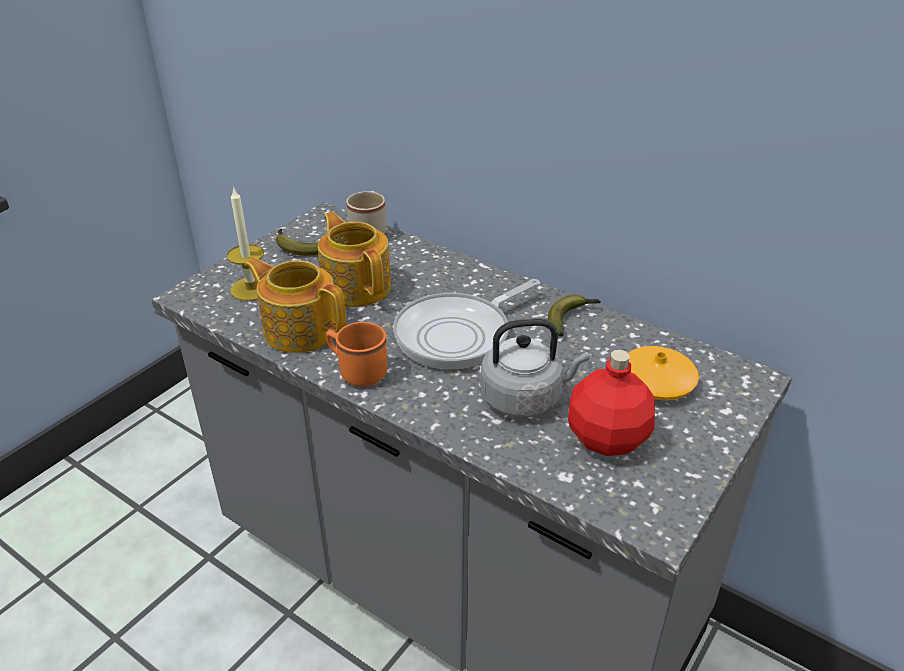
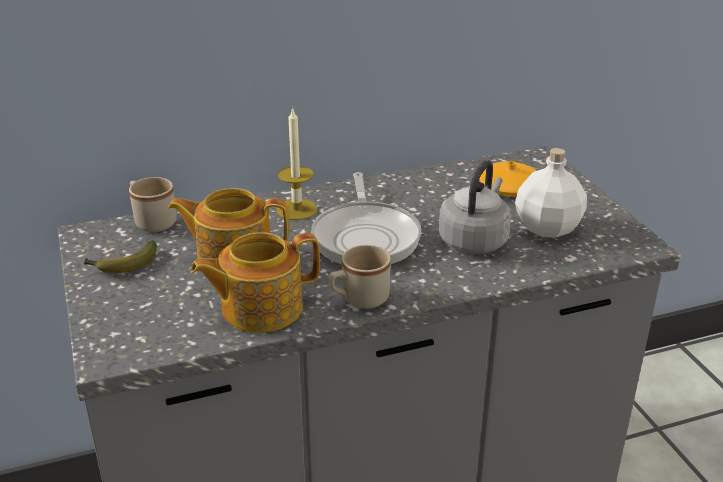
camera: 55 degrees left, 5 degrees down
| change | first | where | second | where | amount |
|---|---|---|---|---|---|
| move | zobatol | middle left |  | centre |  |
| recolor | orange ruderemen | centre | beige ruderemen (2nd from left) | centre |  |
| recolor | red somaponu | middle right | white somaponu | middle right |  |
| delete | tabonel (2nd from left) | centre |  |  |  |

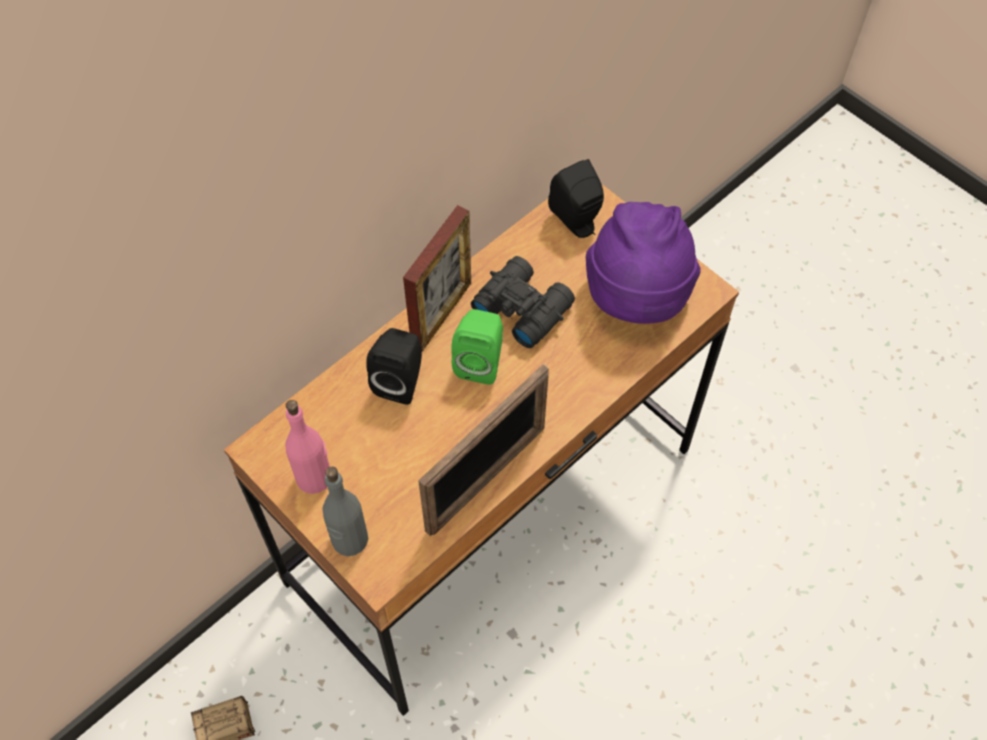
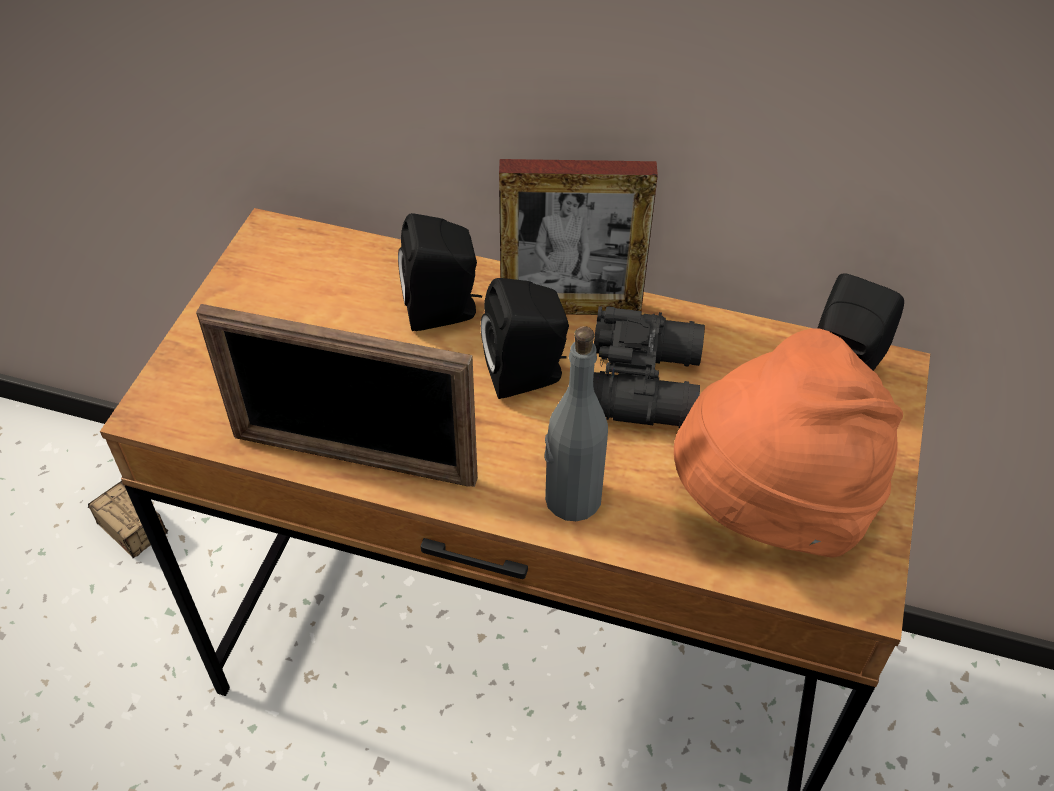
camera: 60 degrees right, 10 degrees down
| change | first | where | second | where | amount |
|---|---|---|---|---|---|
| recolor | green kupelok | centre | black kupelok (2nd from left) | centre |  |
| move | grey somaponu | bottom centre |  | centre |  |
| recolor | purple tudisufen | centre | orange tudisufen | middle right |  |
| delete | pink somaponu | middle left |  |  |  |

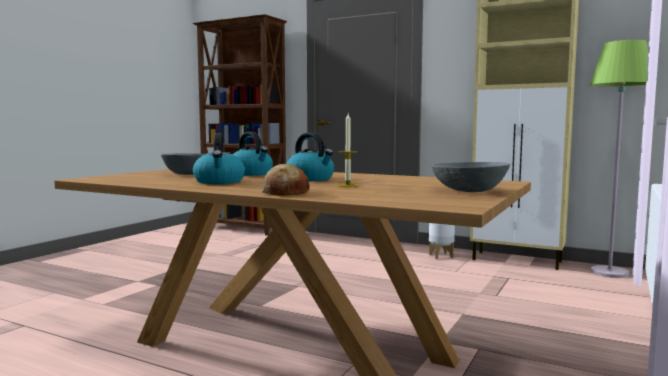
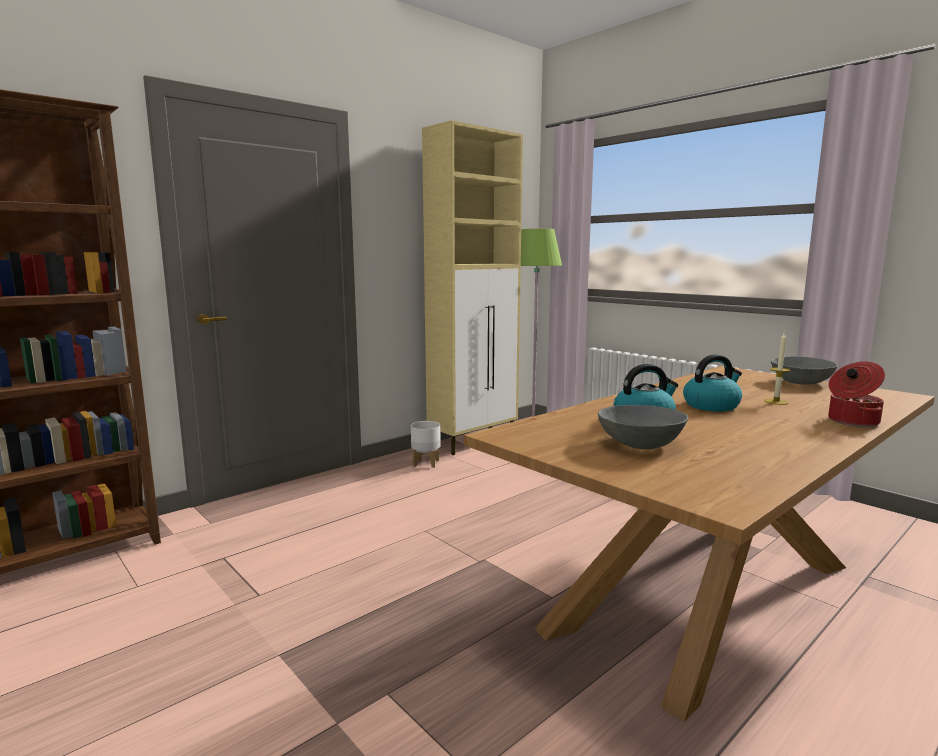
camera: 70 degrees left, 5 degrees up
| change | first | where | second | where | amount |
|---|---|---|---|---|---|
| replace | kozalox | centre | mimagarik | middle right |  |
| delete | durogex (1st from left) | middle left |  |  |  |

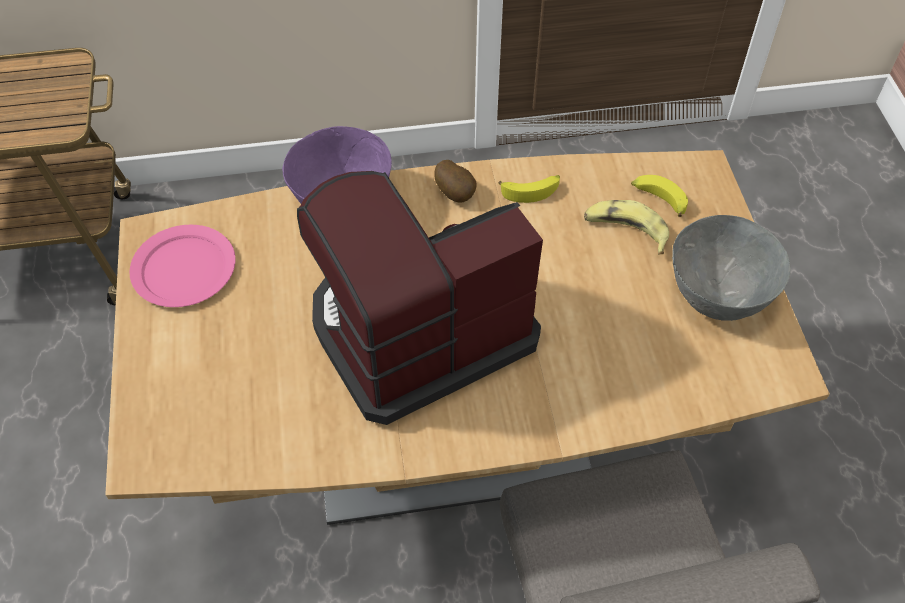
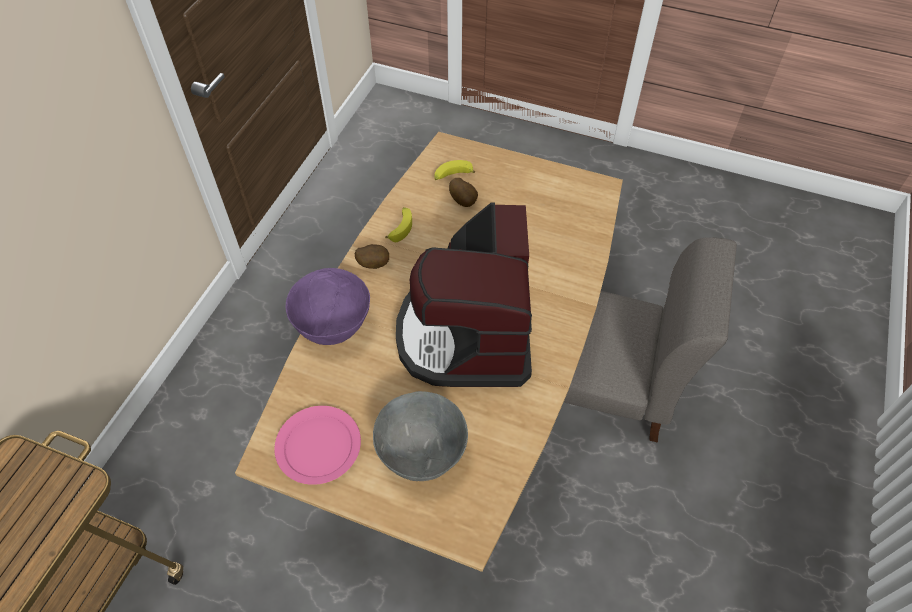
camera: 60 degrees left, 0 degrees up
| change | first | where | second | where | amount |
|---|---|---|---|---|---|
| move | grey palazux | middle right |  | bottom centre |  |
| replace | tabonel (2nd from left) | middle right | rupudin (2nd from left) | top centre |  |

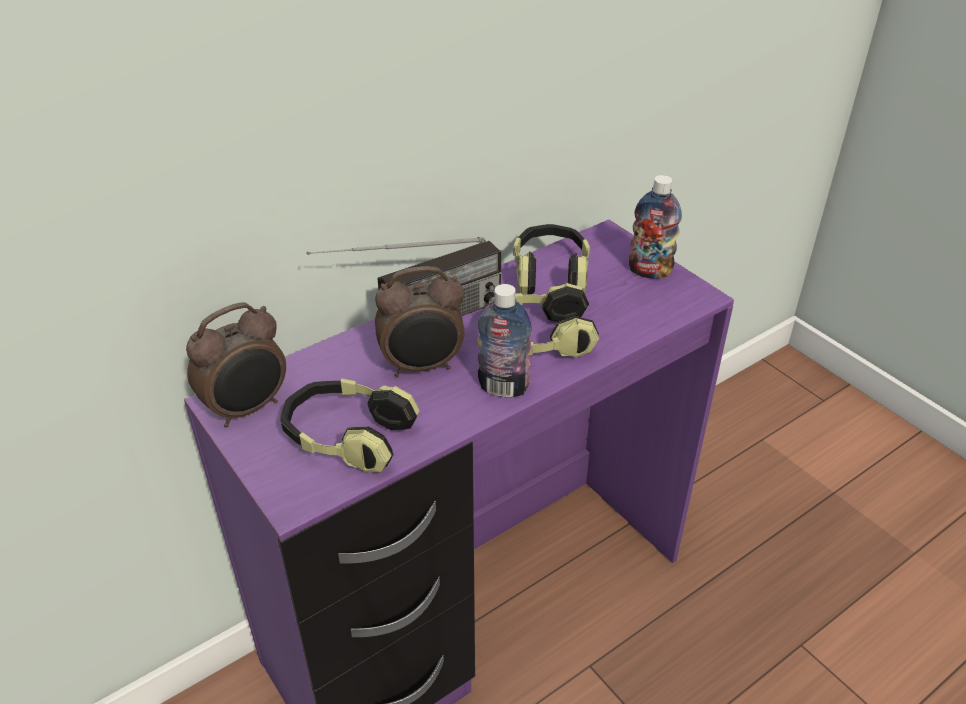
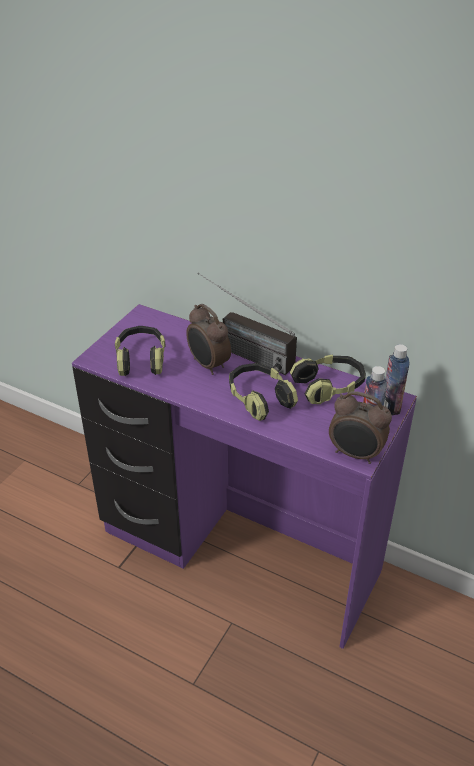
camera: 65 degrees right, 0 degrees up
| change | first | where | second | where | amount |
|---|---|---|---|---|---|
| move | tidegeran (1st from left in the first image) | middle left | tidegeran (2nd from left) | middle right |  |
| move | somaponu (1st from left in the first image) | centre | somaponu (2nd from left) | middle right |  |

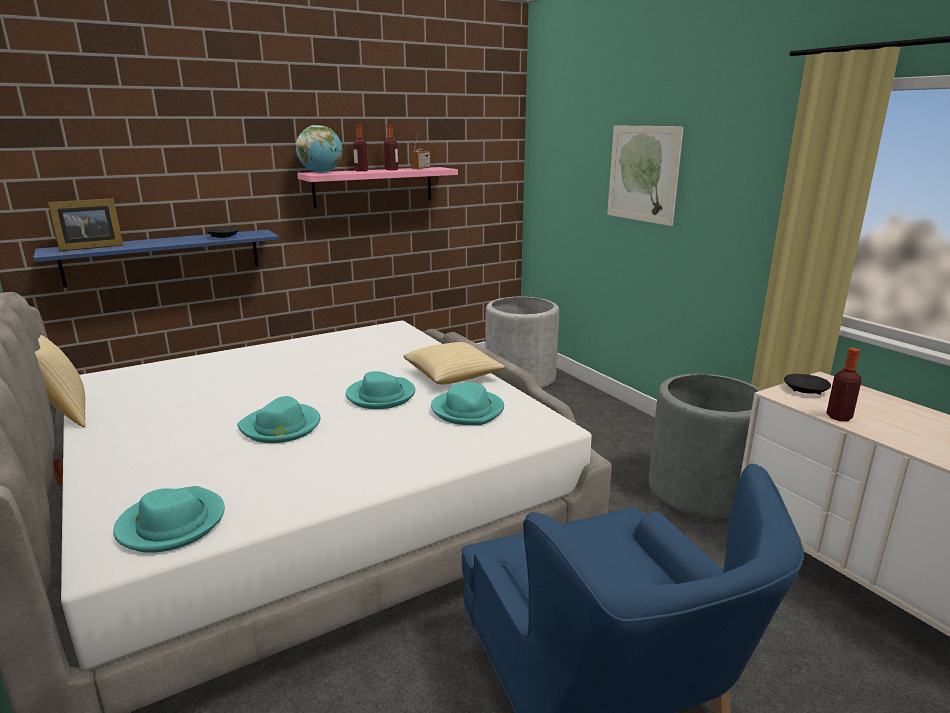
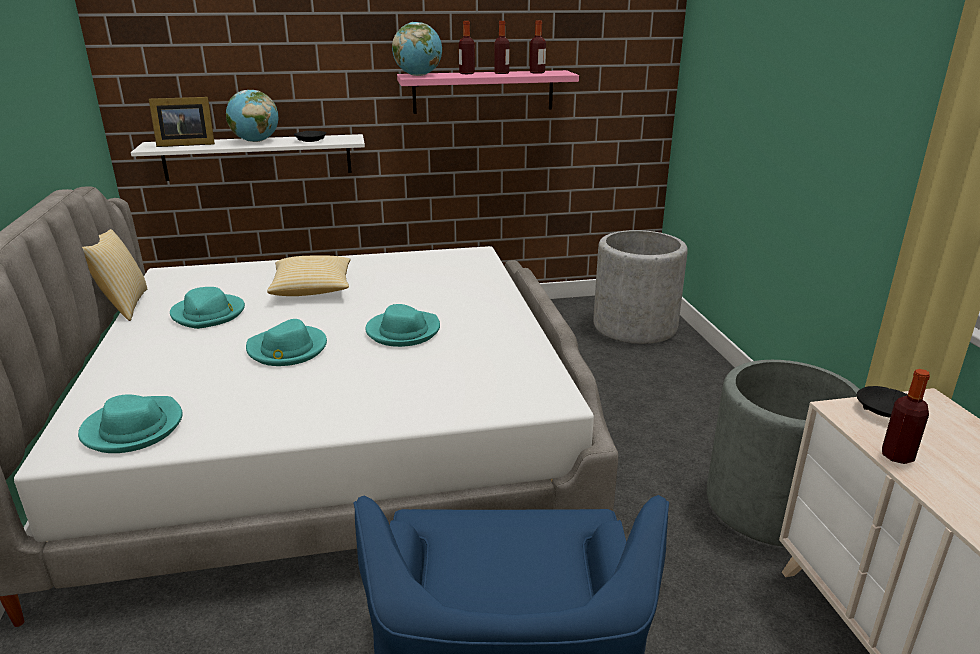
camera: 20 degrees right, 5 degrees up
| change | first | where | second | where | amount |
|---|---|---|---|---|---|
| recolor | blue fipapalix | middle left | white fipapalix | top left |  |
| move | turquoise tudisufen (4th from left in the first image) | centre | turquoise tudisufen (2nd from left) | middle left |  |
| insert |  |  | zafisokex (1st from left) | top left |  |
| move | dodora (2nd from left) | centre |  | middle left |  |
| replace | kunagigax | top centre | somaponu (3rd from left) | top centre |  |
| delete | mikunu | top right |  |  |  |

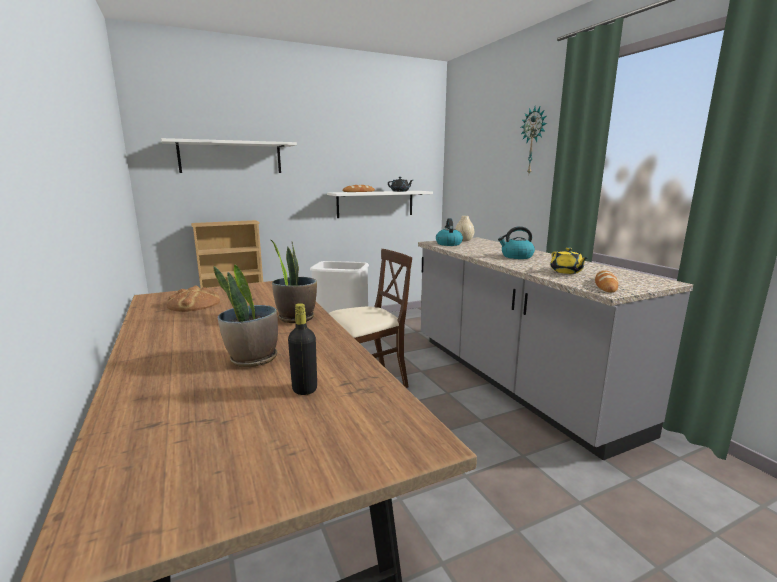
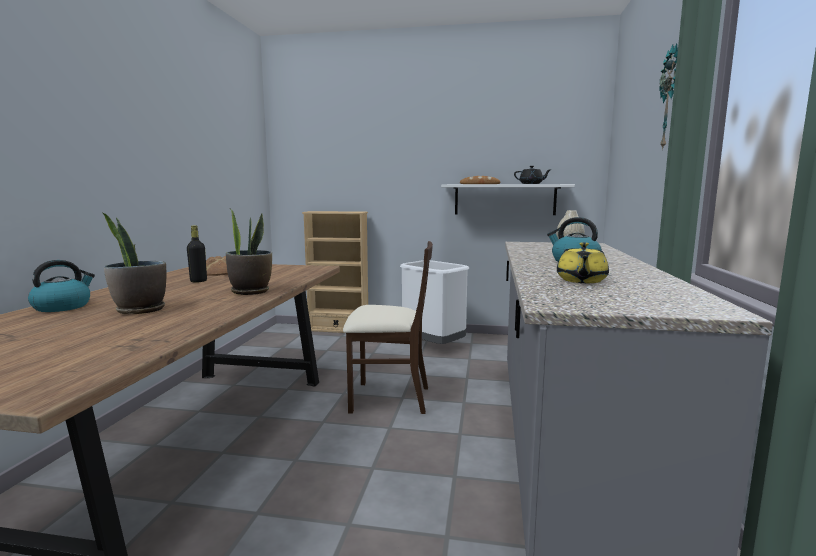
camera: 35 degrees right, 5 degrees down
| change | first | where | second | where | amount |
|---|---|---|---|---|---|
| move | durogex (1st from left) | centre |  | middle left |  |
| move | black somaponu | centre |  | middle left |  |
| delete | white fipapalix (1st from left) | top left |  |  |  |
| delete | kozalox (3rd from left) | middle right |  |  |  |

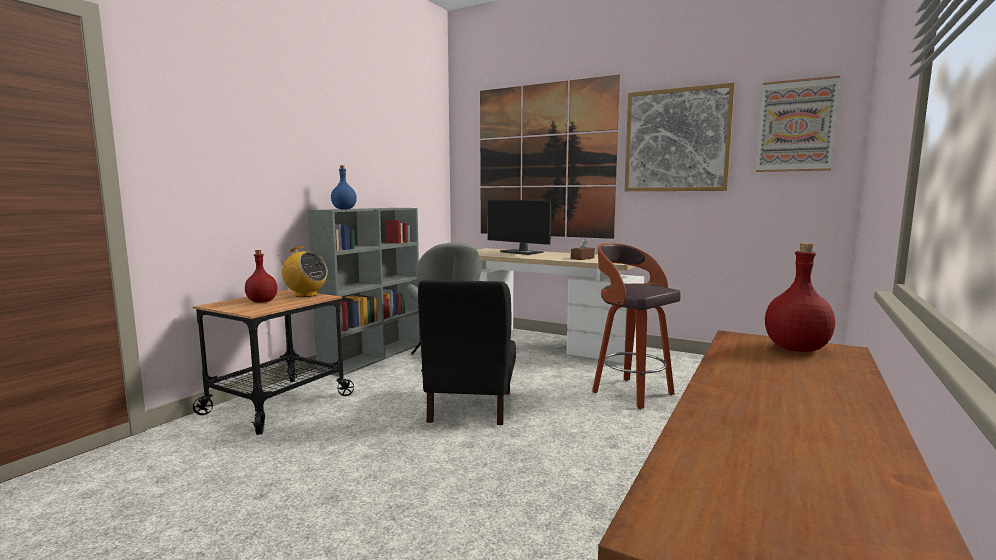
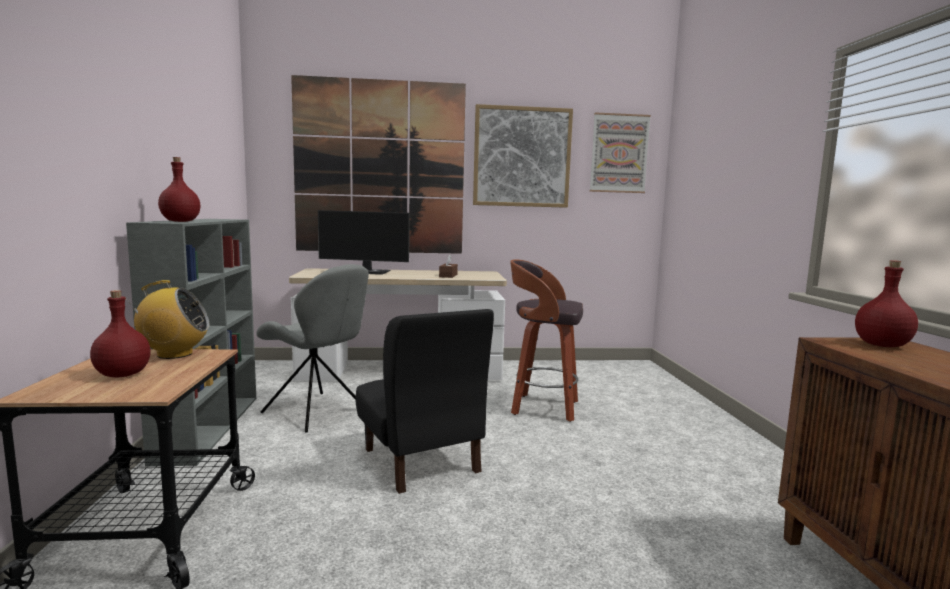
camera: 35 degrees left, 0 degrees up
| change | first | where | second | where | amount |
|---|---|---|---|---|---|
| recolor | blue somaponu | centre | red somaponu (2nd from left) | top left |  |

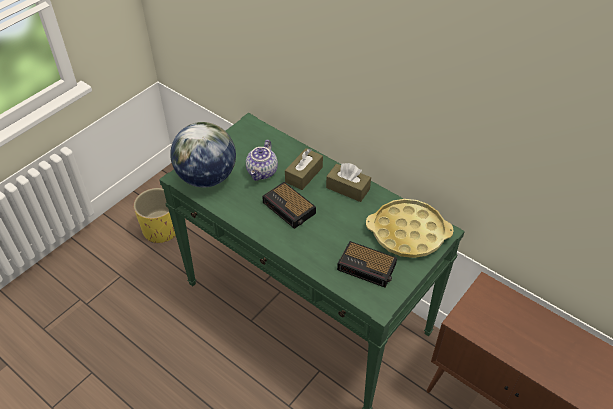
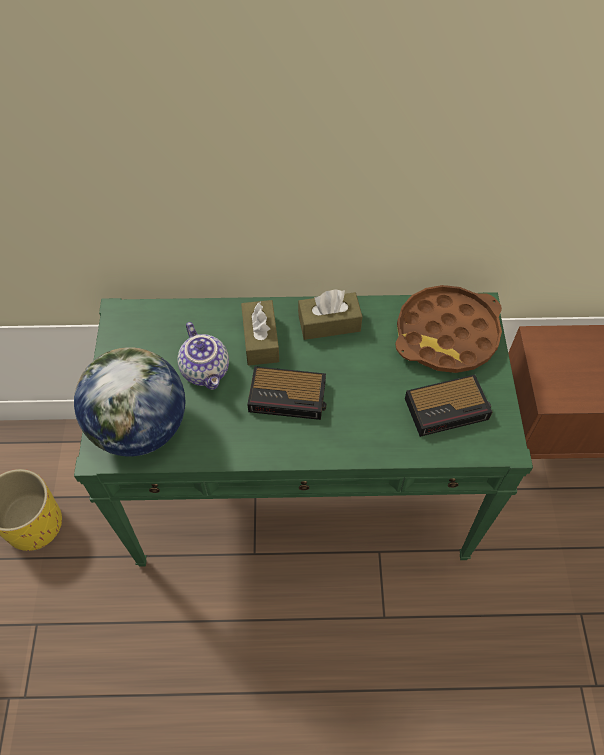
camera: 40 degrees left, 10 degrees up
| change | first | where | second | where | amount |
|---|---|---|---|---|---|
| recolor | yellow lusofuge | middle right | brown lusofuge | middle right |  |

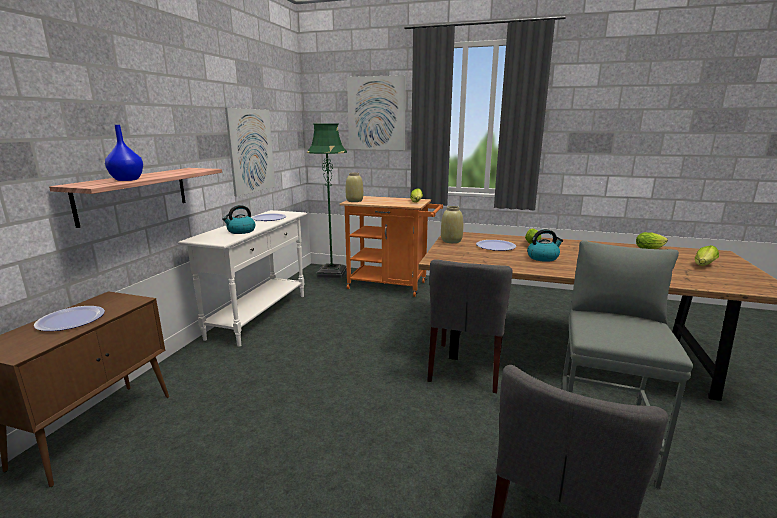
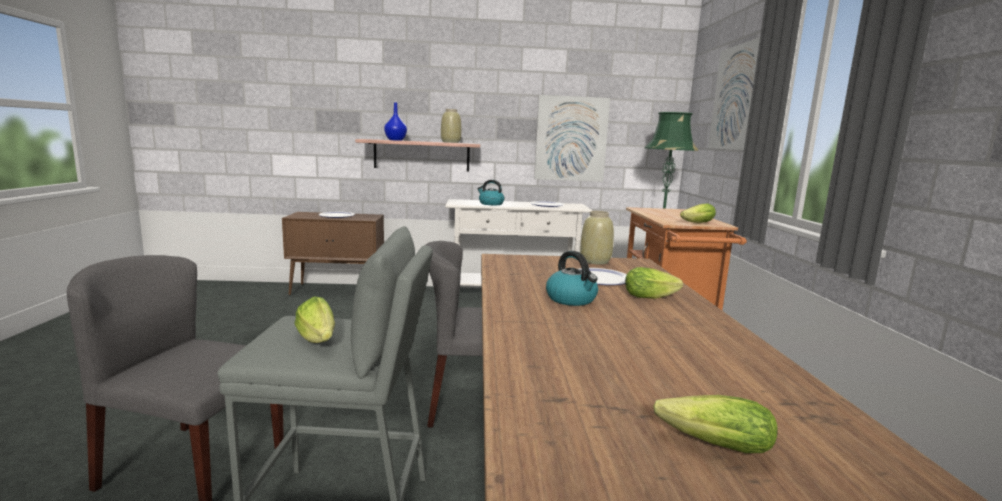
camera: 70 degrees right, 5 degrees down
| change | first | where | second | where | amount |
|---|---|---|---|---|---|
| move | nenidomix (3rd from left in the first image) | middle right | nenidomix (1st from left) | middle left |  |
| move | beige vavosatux (1st from left) | centre |  | top centre |  |

